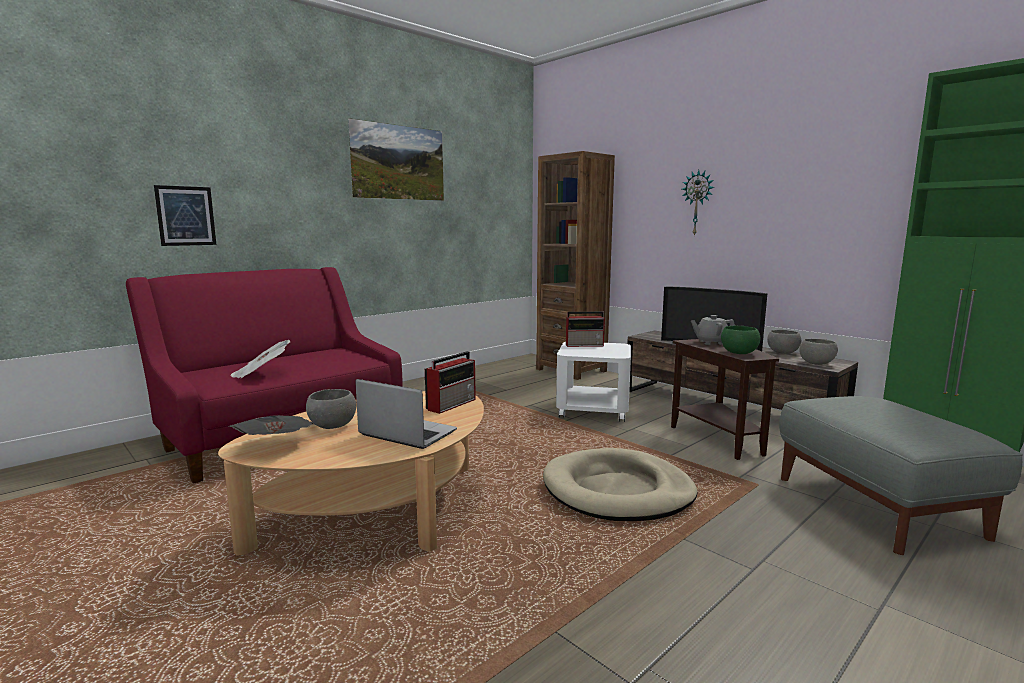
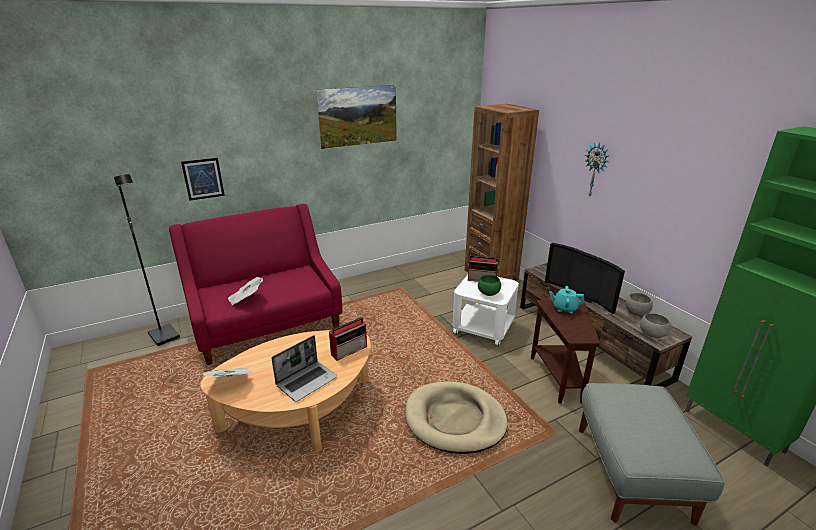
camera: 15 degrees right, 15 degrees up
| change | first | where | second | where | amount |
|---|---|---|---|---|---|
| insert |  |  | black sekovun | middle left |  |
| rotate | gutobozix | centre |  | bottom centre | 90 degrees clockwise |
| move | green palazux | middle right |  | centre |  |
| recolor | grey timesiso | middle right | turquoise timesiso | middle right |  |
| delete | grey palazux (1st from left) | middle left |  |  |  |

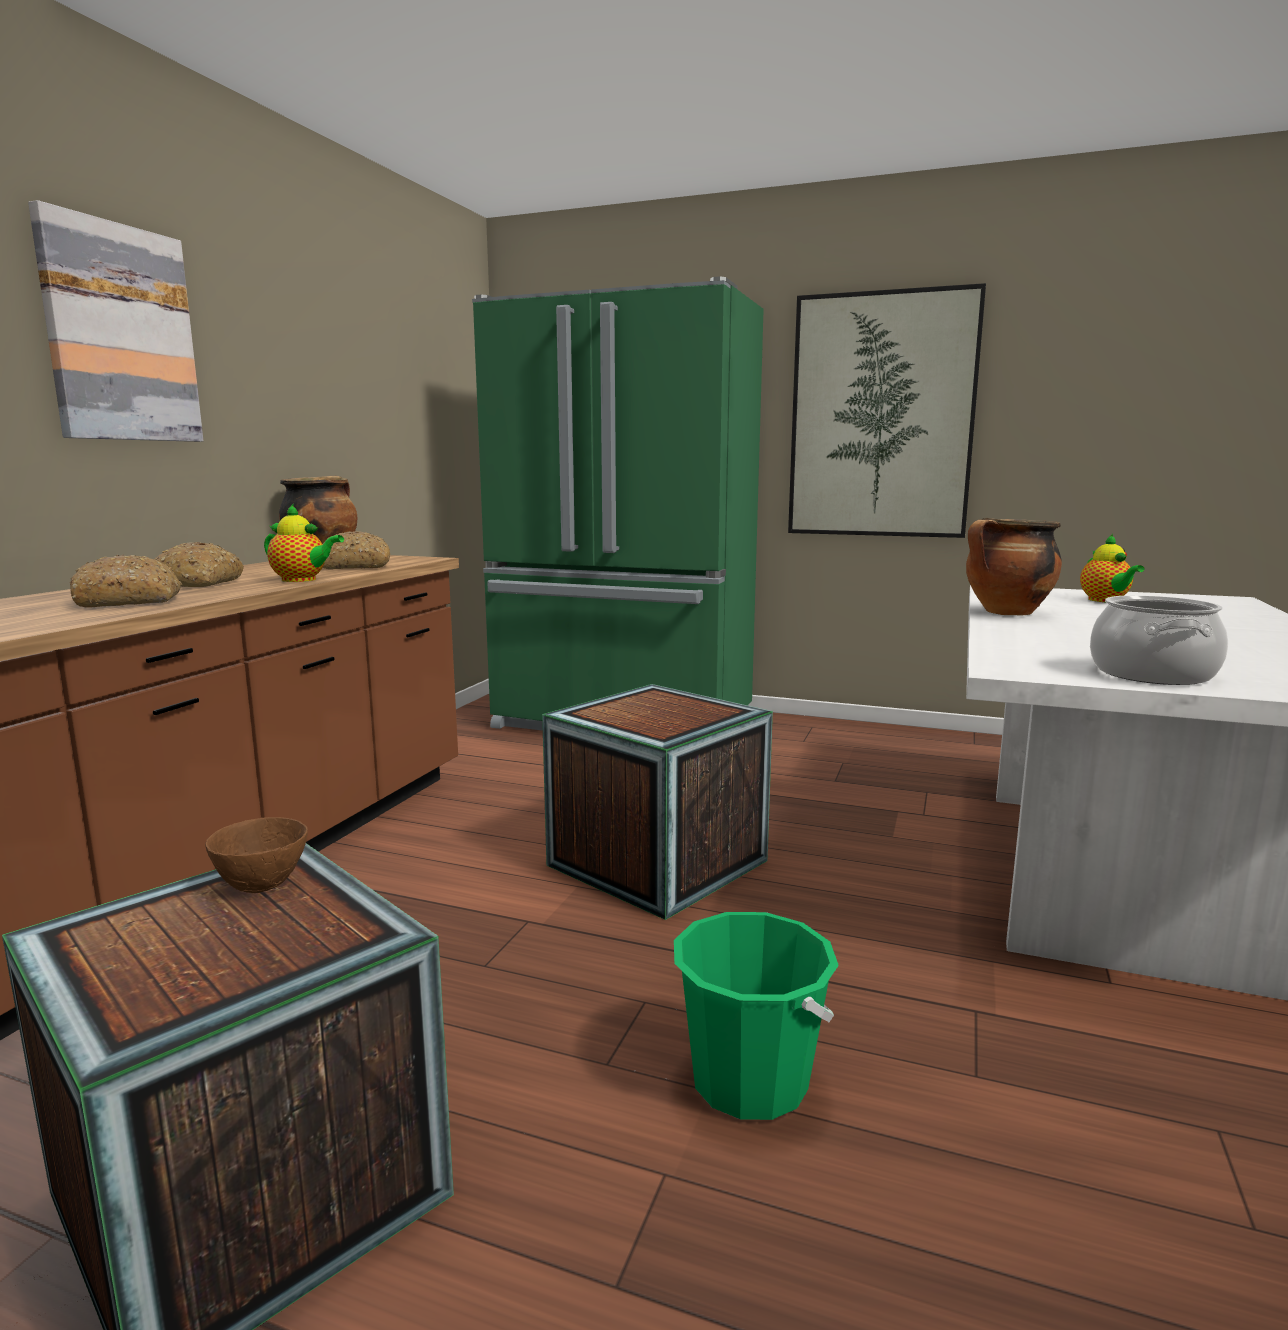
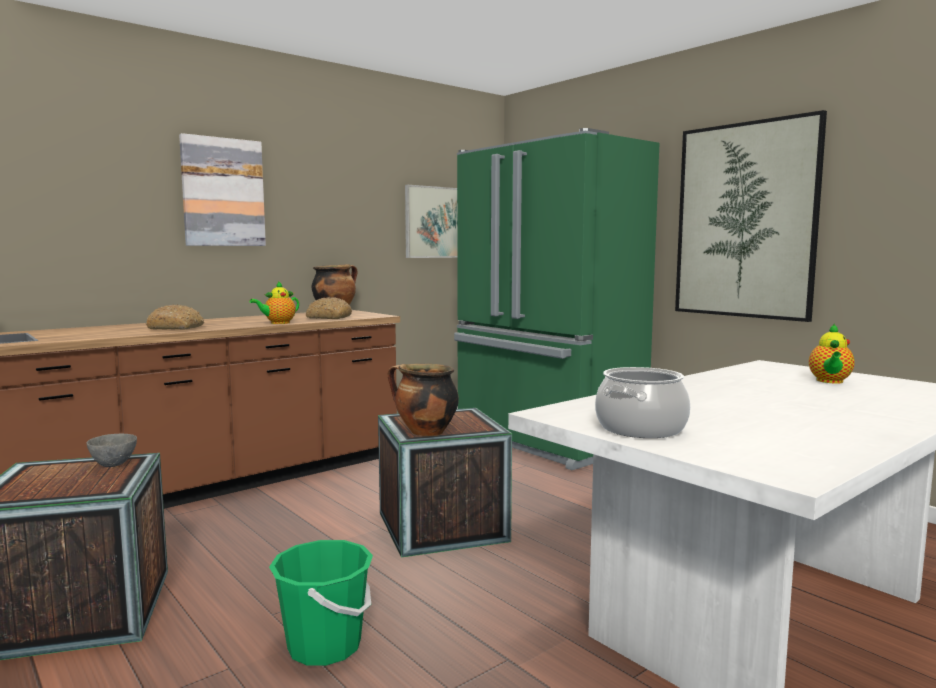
camera: 30 degrees right, 5 degrees down
| change | first | where | second | where | amount |
|---|---|---|---|---|---|
| recolor | brown palazux | middle left | grey palazux | middle left |  |
| rotate | timesiso (1st from left) | middle left |  | middle left | 90 degrees clockwise |
| move | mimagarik (2nd from left) | middle right |  | centre |  |
| insert |  |  | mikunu (2nd from left) | top centre |  |
| delete | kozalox (2nd from left) | middle left |  |  |  |

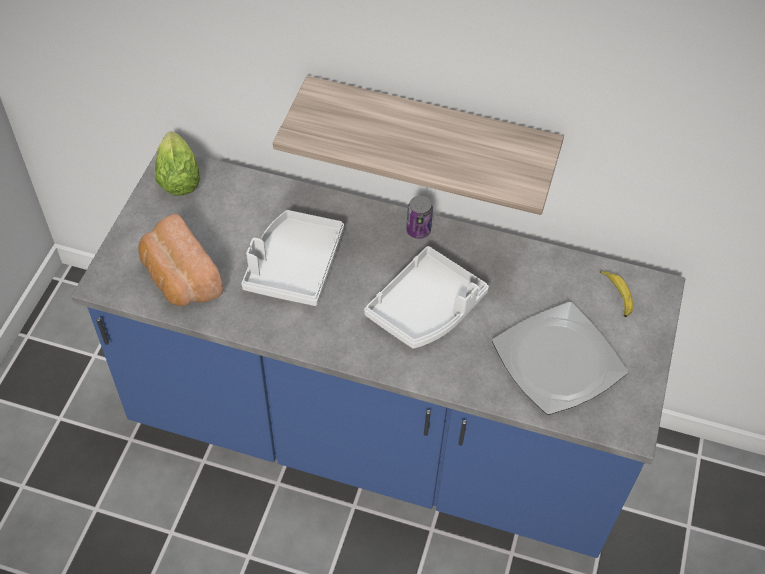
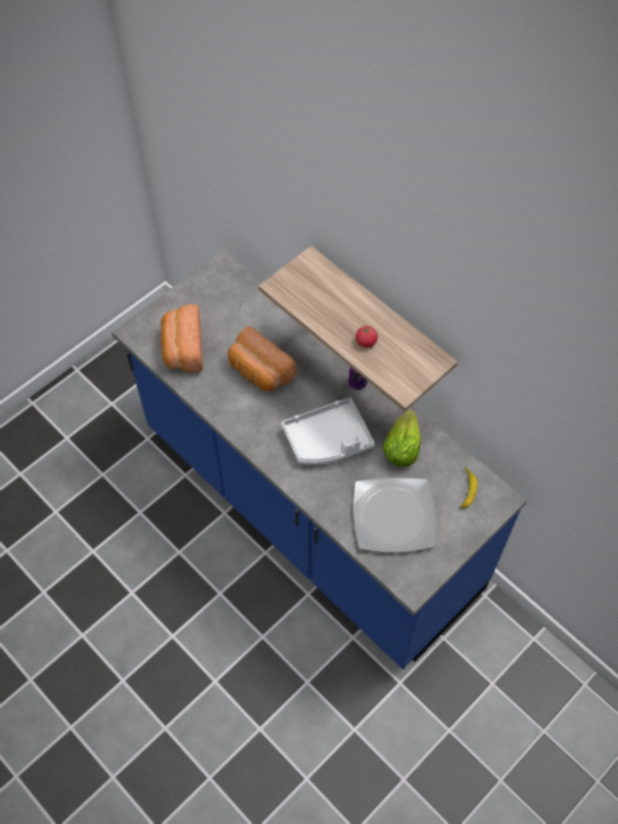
camera: 30 degrees right, 5 degrees up
| change | first | where | second | where | amount |
|---|---|---|---|---|---|
| replace | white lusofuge (1st from left) | centre | kozalox (2nd from left) | centre |  |
| insert |  |  | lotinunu | centre |  |
| move | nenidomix | top left |  | centre |  |

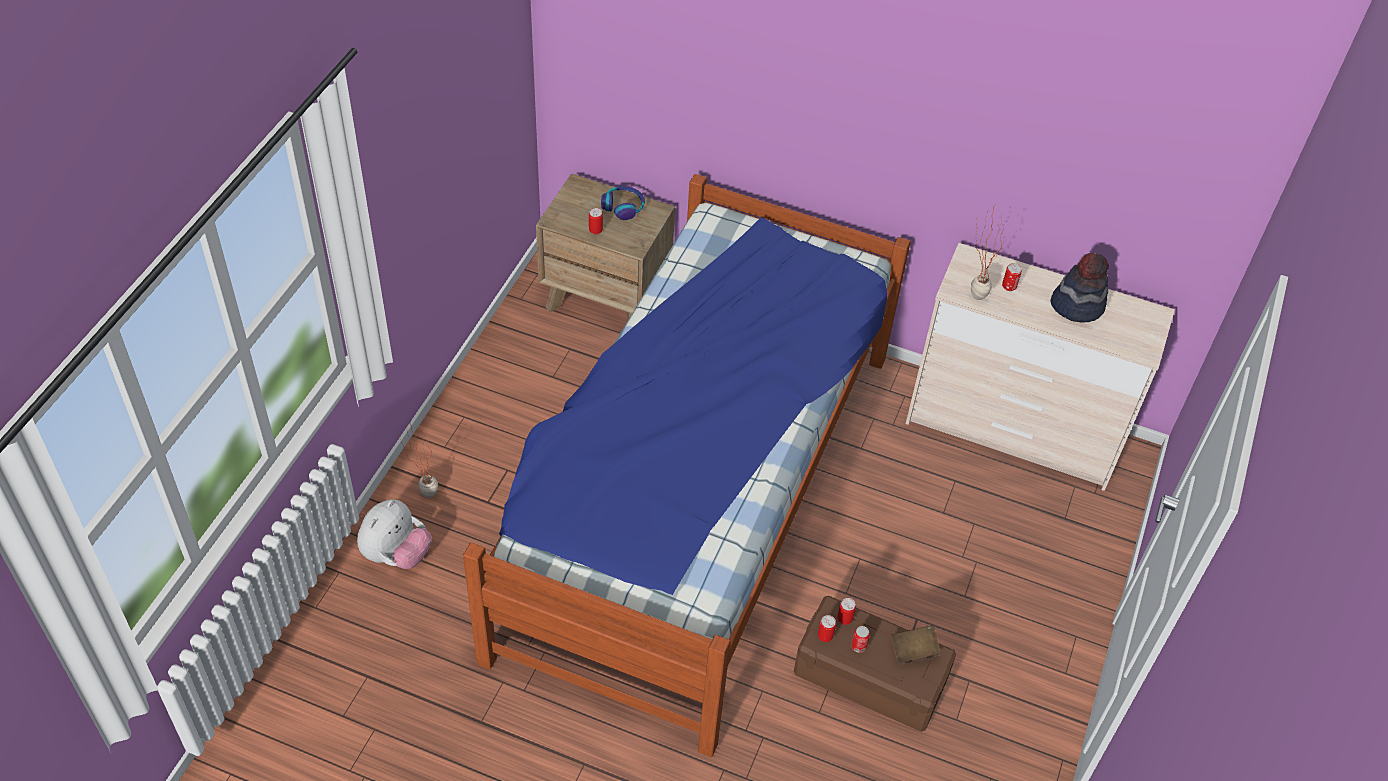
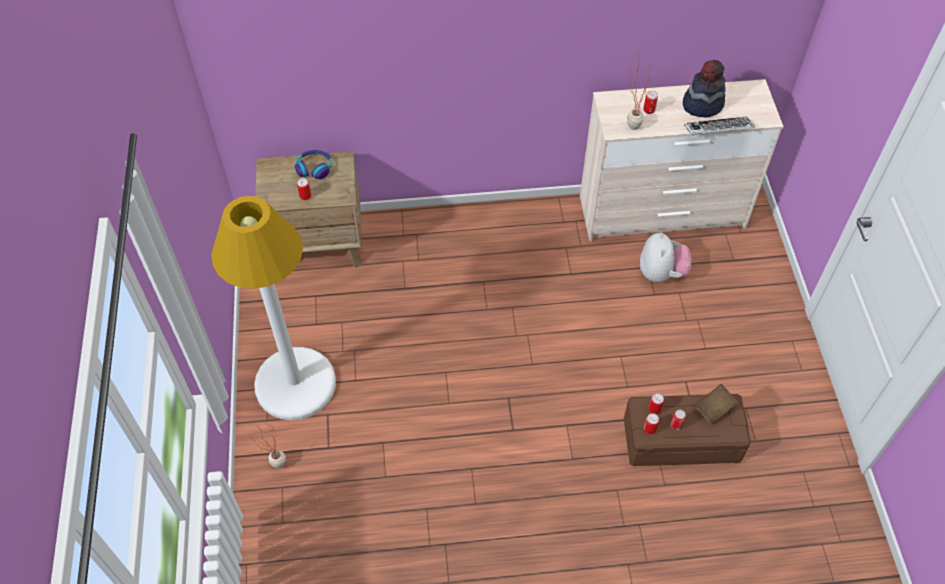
camera: 25 degrees left, 5 degrees up
| change | first | where | second | where | amount |
|---|---|---|---|---|---|
| insert |  |  | white sekovun | middle left |  |
| move | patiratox | bottom left |  | middle right |  |
| insert |  |  | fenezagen | top right |  |
| delete | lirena | centre |  |  |  |

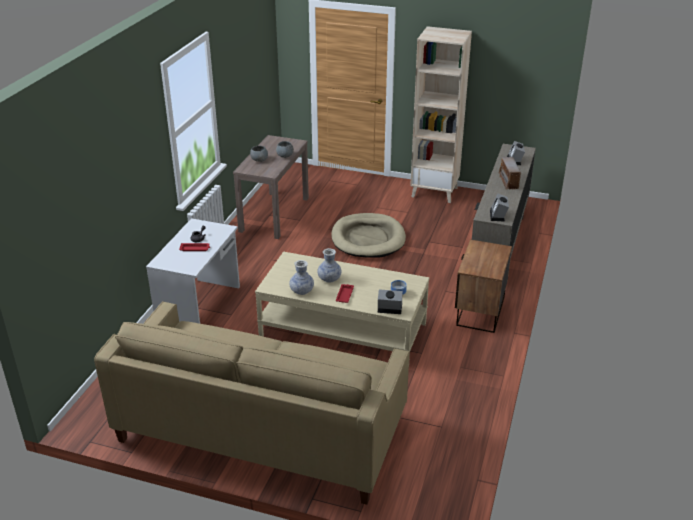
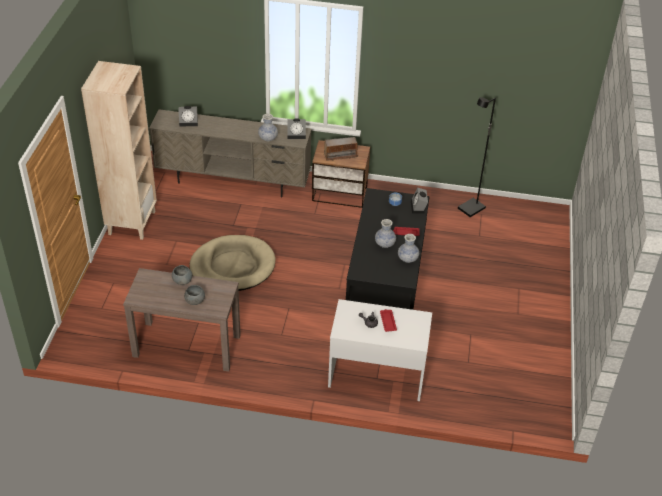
camera: 100 degrees left, 10 degrees up
| change | first | where | second | where | amount |
|---|---|---|---|---|---|
| insert |  |  | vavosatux (1st from left) | top centre |  |
| move | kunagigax | top right |  | top centre |  |
| recolor | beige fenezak | centre | black fenezak | centre |  |
| insert |  |  | black sekovun | top right |  |
| delete | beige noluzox | bottom centre |  |  |  |

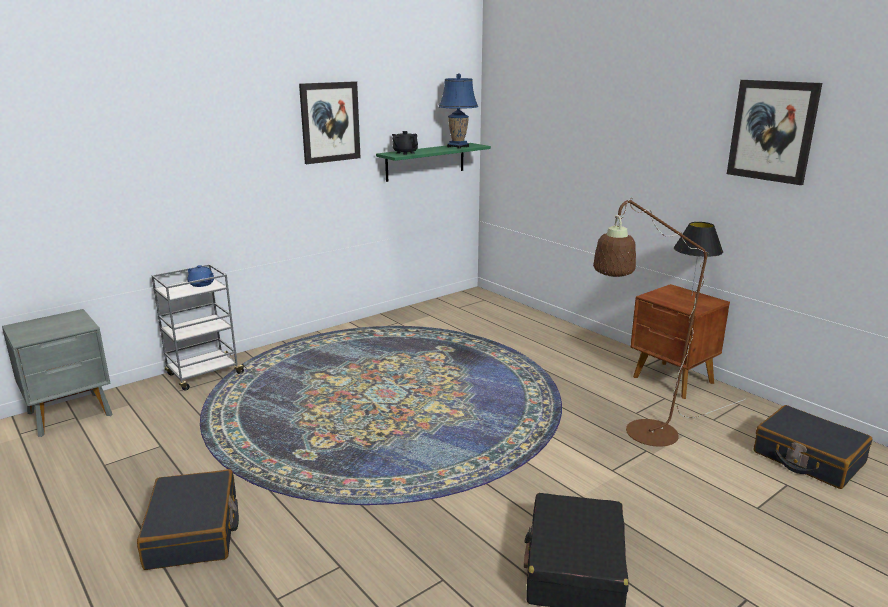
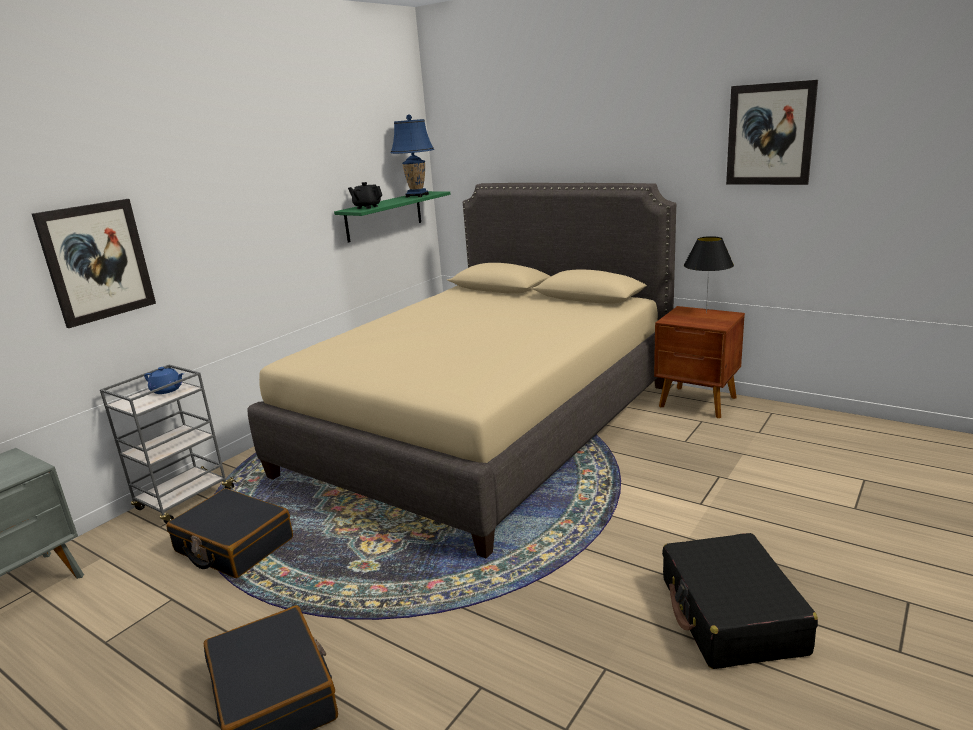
camera: 15 degrees left, 0 degrees up
| change | first | where | second | where | amount |
|---|---|---|---|---|---|
| move | mikunu (1st from left) | top centre |  | middle left |  |
| move | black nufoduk (3rd from left in the first image) | bottom right | black nufoduk (1st from left) | bottom left |  |
| insert |  |  | beige lirena | centre |  |
| delete | brown sekovun | middle right |  |  |  |

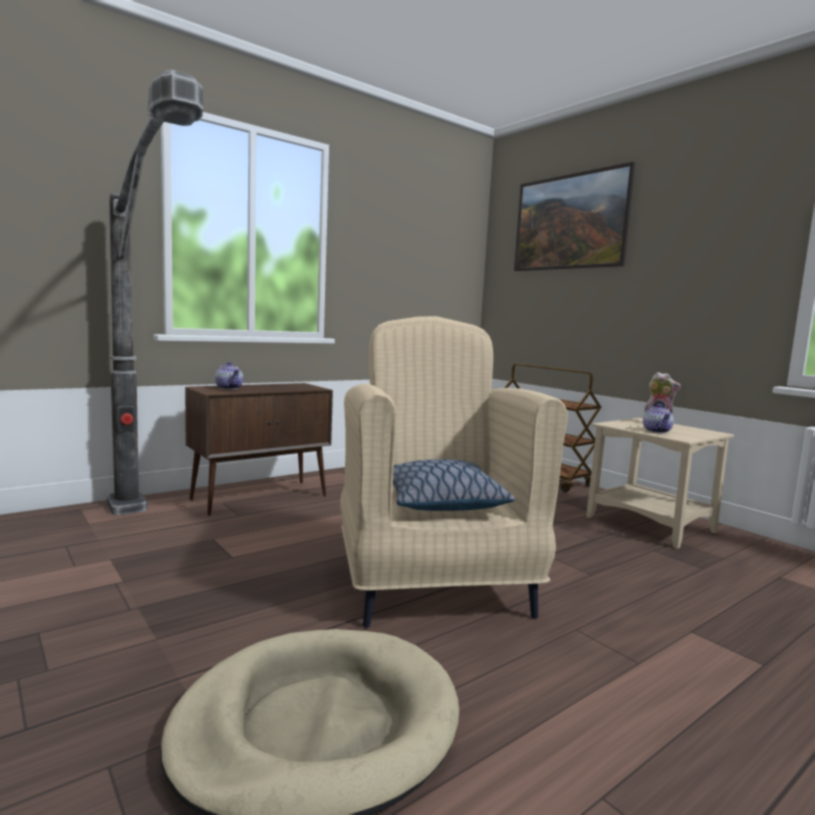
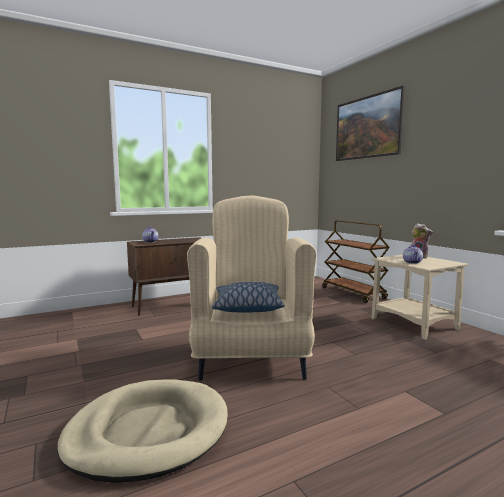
camera: 10 degrees right, 0 degrees up
| change | first | where | second | where | amount |
|---|---|---|---|---|---|
| delete | sekovun | middle left |  |  |  |

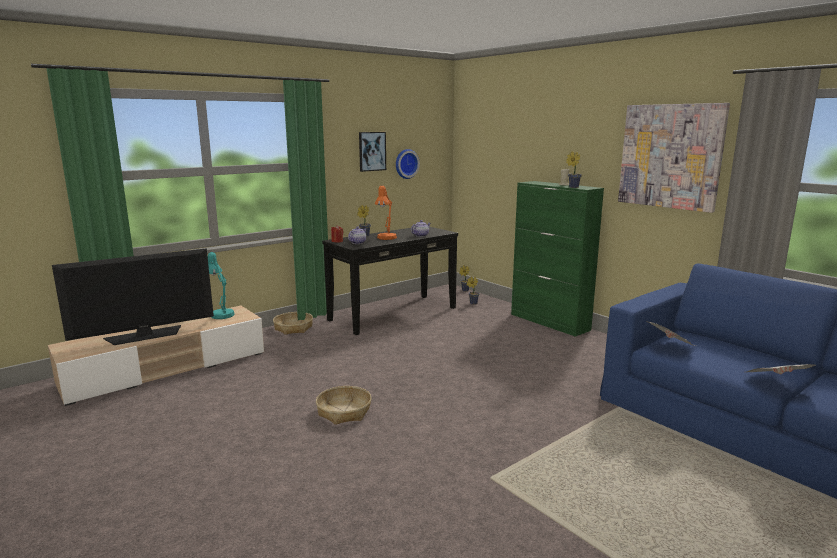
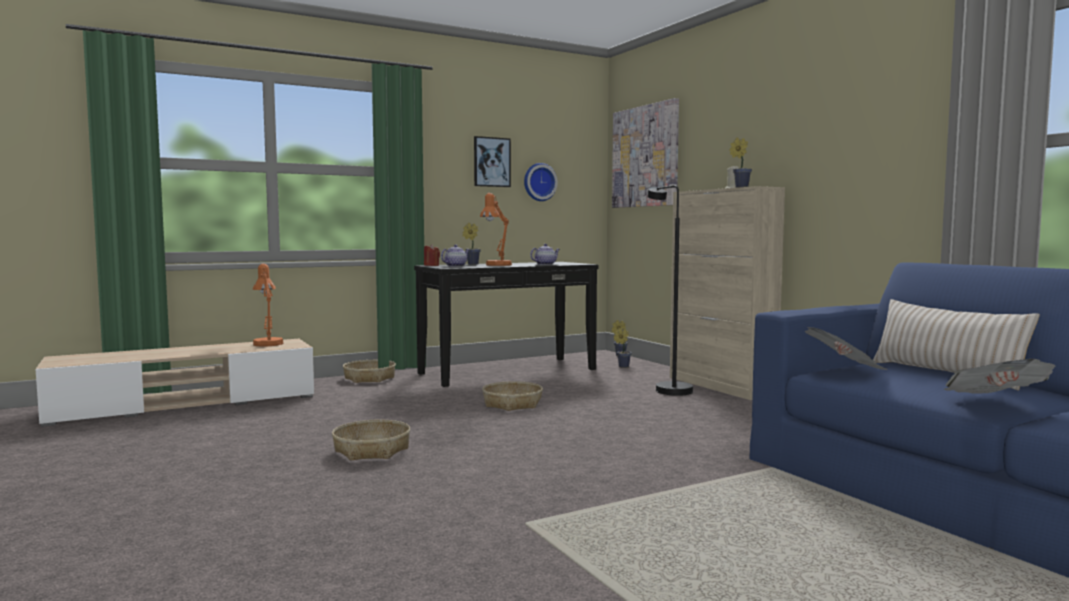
camera: 10 degrees right, 10 degrees down
| change | first | where | second | where | amount |
|---|---|---|---|---|---|
| recolor | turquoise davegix | middle left | orange davegix (1st from left) | middle left |  |
| insert |  |  | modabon (3rd from left) | centre |  |
| move | mikunu (2nd from left) | top right |  | top centre |  |
| insert |  |  | black sekovun | centre |  |
| recolor | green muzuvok | centre | beige muzuvok | middle right |  |
| insert |  |  | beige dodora | middle right |  |
| delete | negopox | middle left |  |  |  |

